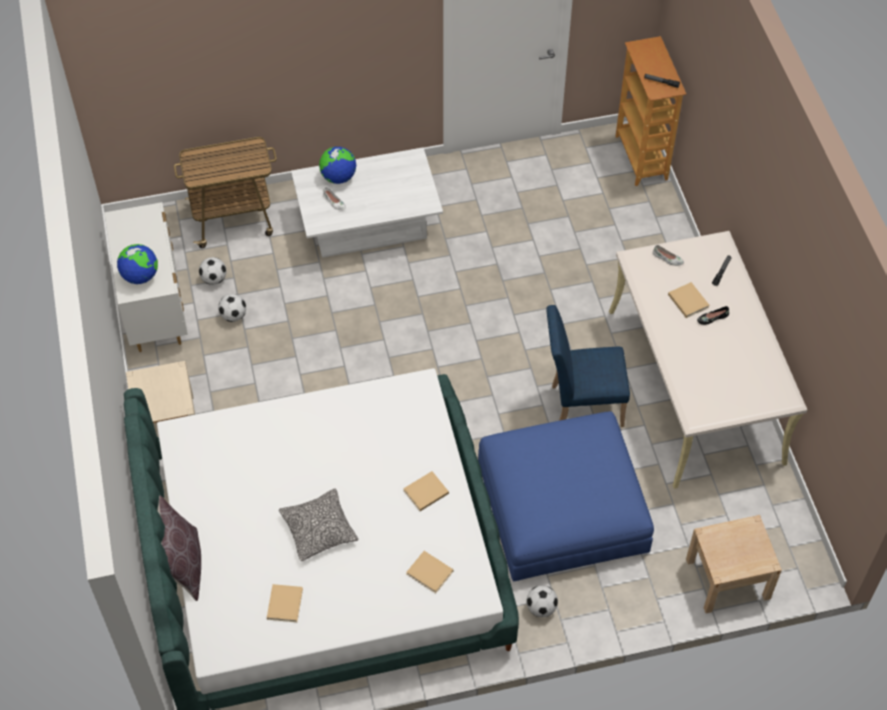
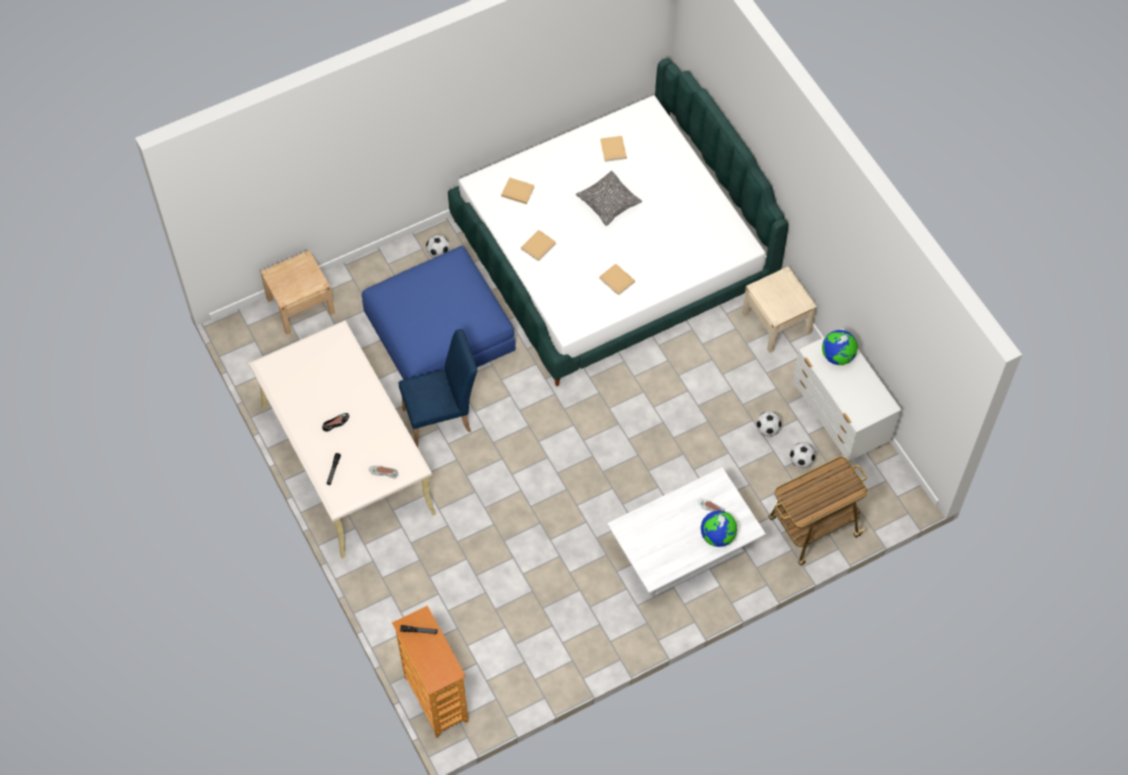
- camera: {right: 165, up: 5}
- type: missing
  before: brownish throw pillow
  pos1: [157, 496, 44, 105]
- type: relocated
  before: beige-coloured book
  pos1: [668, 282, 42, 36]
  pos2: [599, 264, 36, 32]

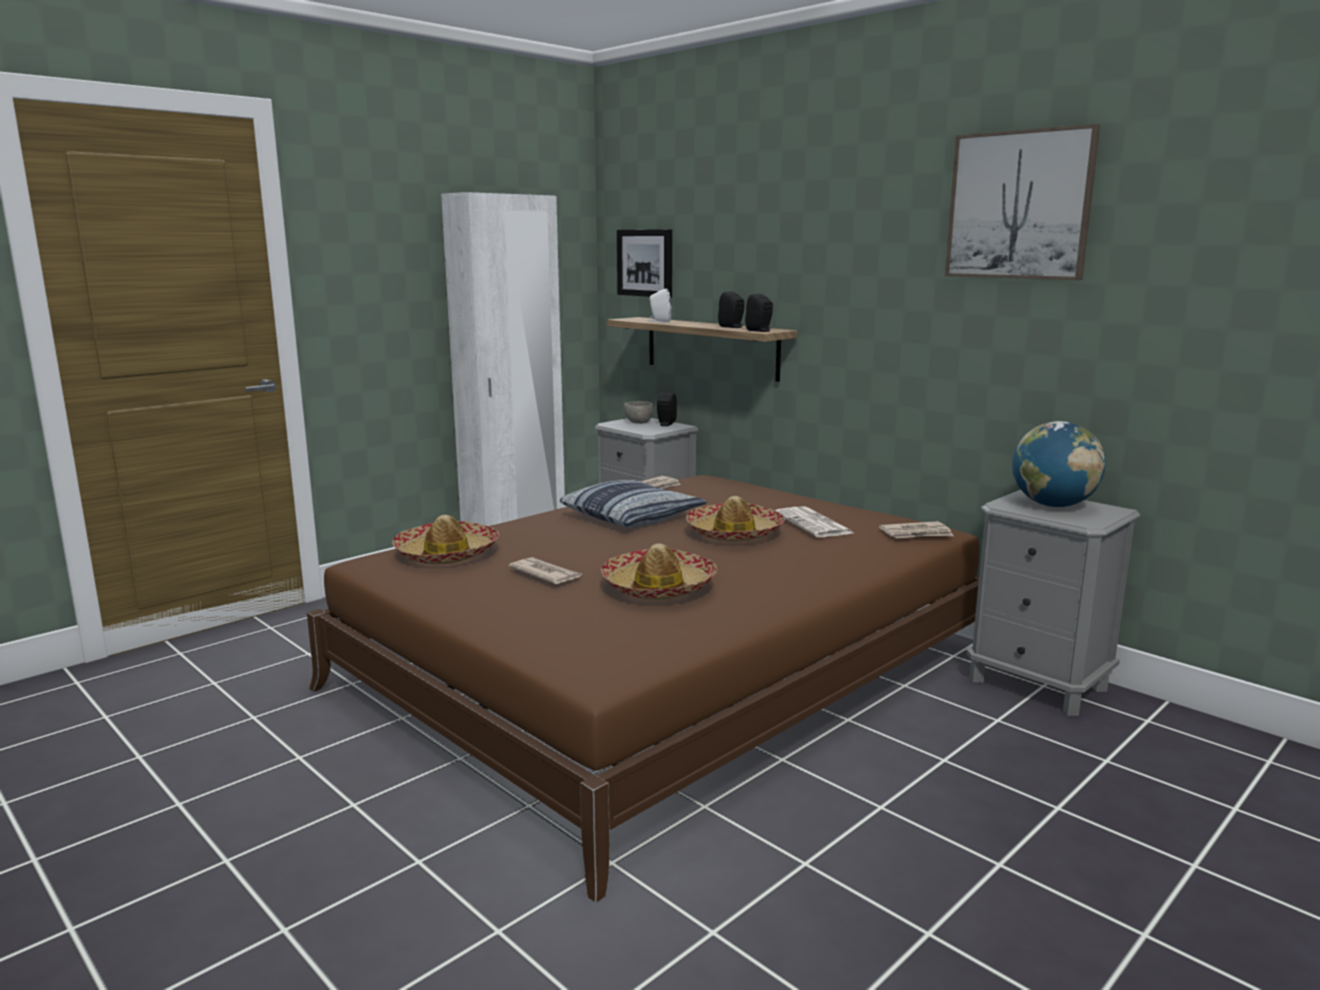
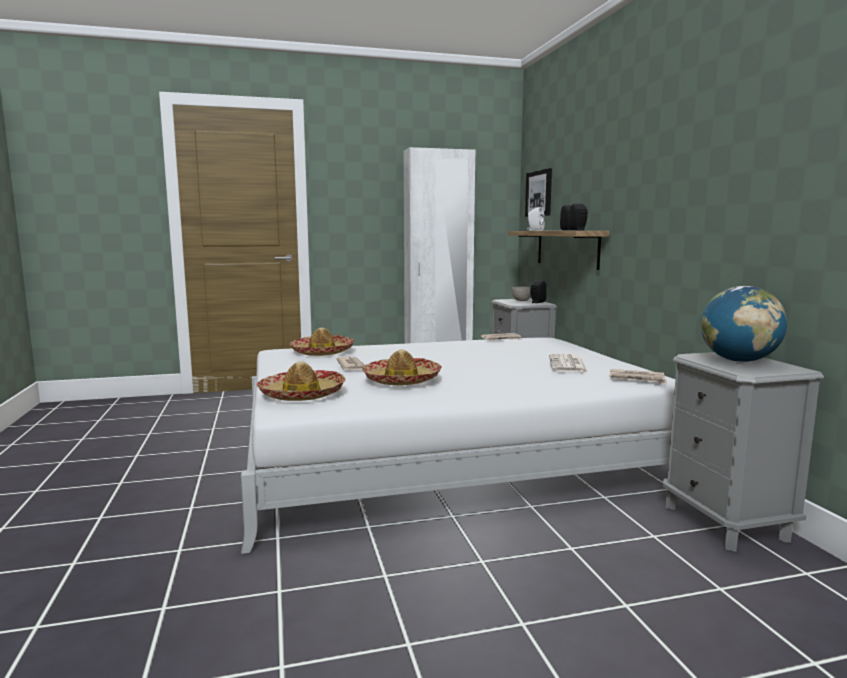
- camera: {right: 30, up: -5}
- type: colour
  before: brownish bedroom bed
  after: white bedroom bed
  pos1: [307, 475, 673, 428]
  pos2: [241, 337, 434, 217]
- type: missing
  before: throw pillow
  pos1: [560, 480, 147, 47]
- type: relocated
  before: hat
  pos1: [686, 496, 99, 46]
  pos2: [257, 361, 88, 40]
- type: missing
  before: wall art
  pos1: [945, 124, 155, 156]

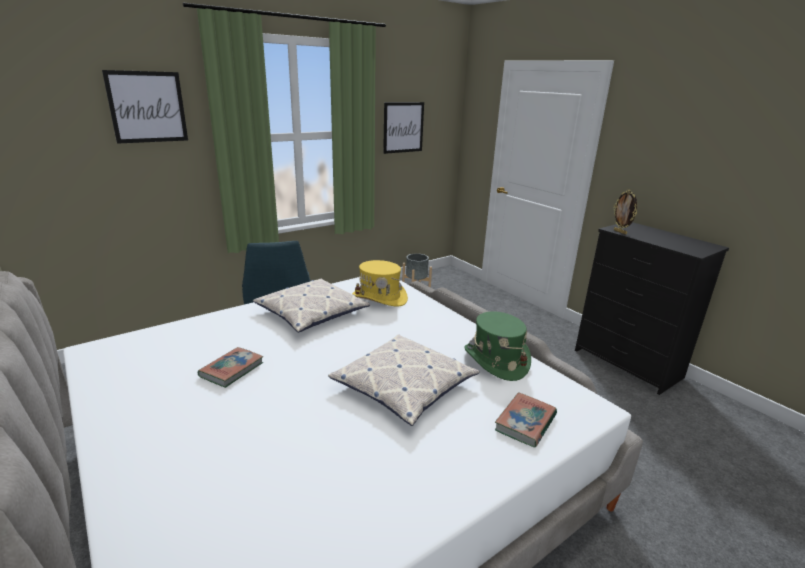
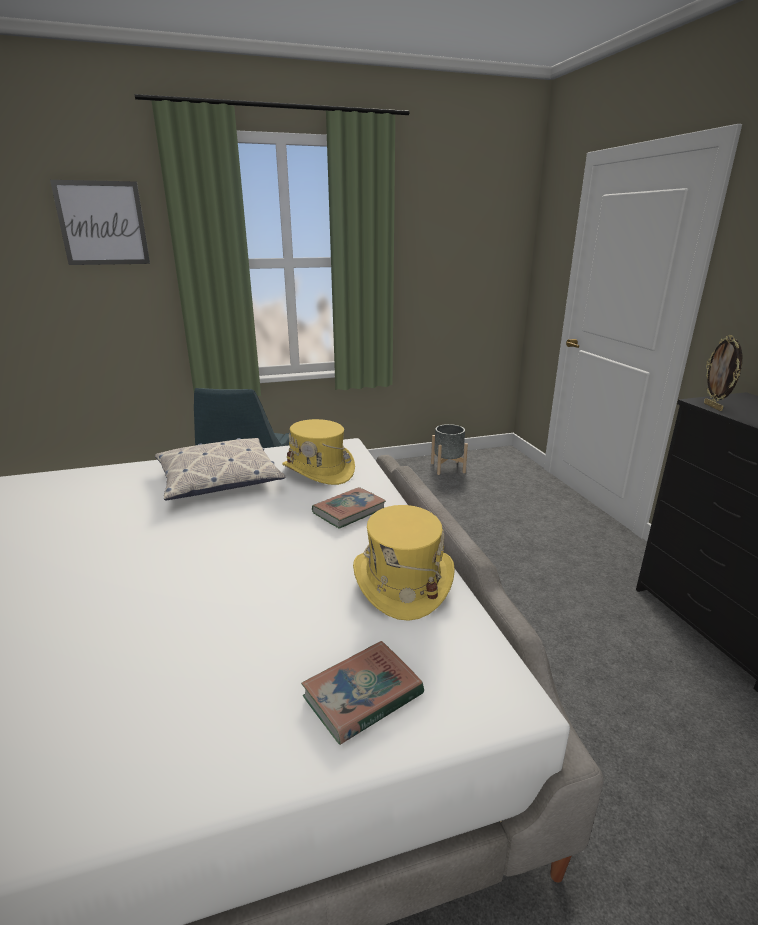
- camera: {right: 20, up: 0}
- type: relocated
  before: book
  pos1: [198, 347, 65, 41]
  pos2: [312, 487, 74, 42]
- type: missing
  before: throw pillow
  pos1: [328, 335, 152, 91]
- type: missing
  before: wall art
  pos1: [383, 102, 41, 52]
- type: colour
  before: green hat
  after: yellowish hat
  pos1: [464, 311, 67, 70]
  pos2: [353, 505, 102, 116]

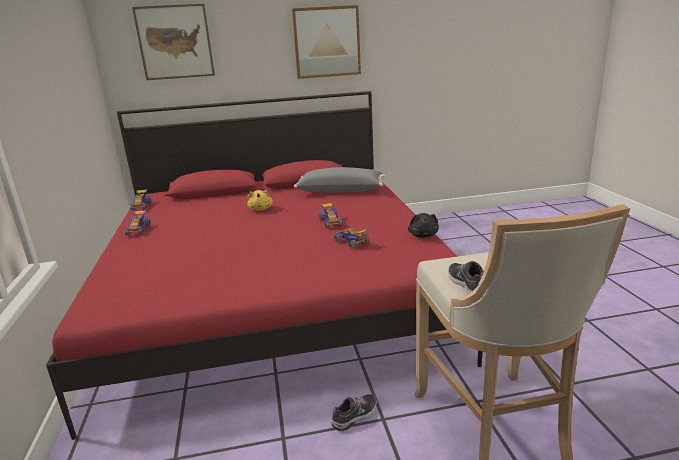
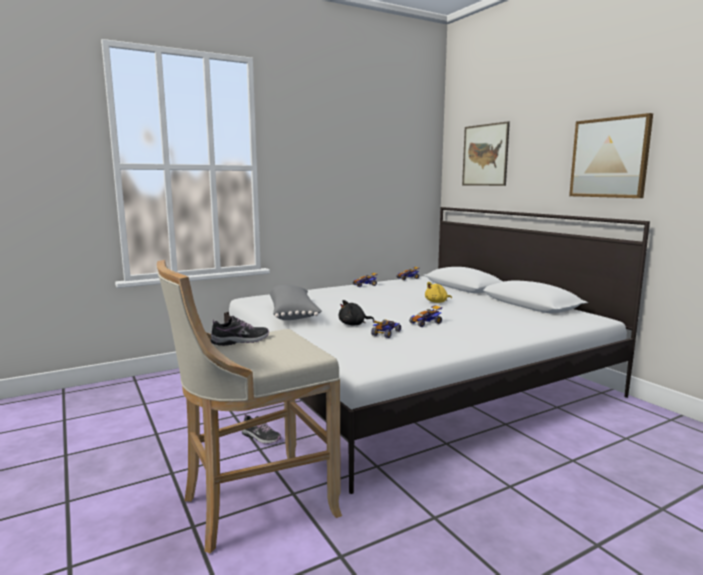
- camera: {right: 70, up: -10}
- type: colour
  before: red bedroom bed
  after: white bedroom bed
  pos1: [46, 91, 437, 349]
  pos2: [224, 207, 426, 287]
- type: relocated
  before: grey throw pillow
  pos1: [294, 167, 91, 26]
  pos2: [269, 285, 53, 35]
- type: relocated
  before: black-coloured plush toy
  pos1: [408, 213, 31, 25]
  pos2: [339, 300, 35, 25]

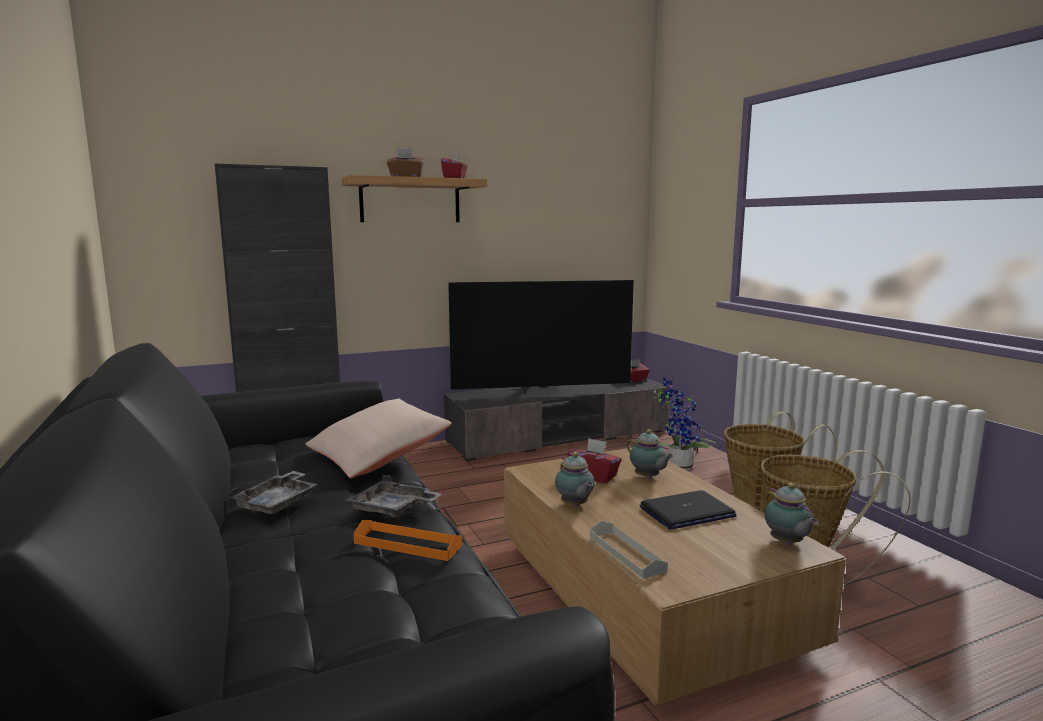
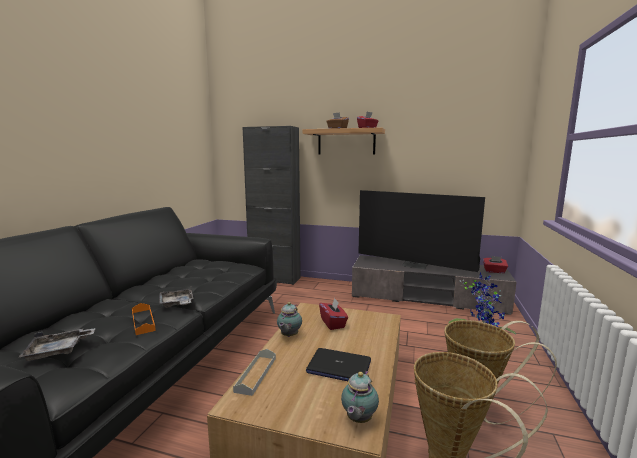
- camera: {right: 40, up: 0}
- type: relocated
  before: grey tray
  pos1: [229, 471, 89, 43]
  pos2: [19, 328, 77, 33]
- type: missing
  before: beige-coloured throw pillow
  pos1: [306, 398, 146, 80]
- type: missing
  before: teapot
  pos1: [626, 429, 48, 49]

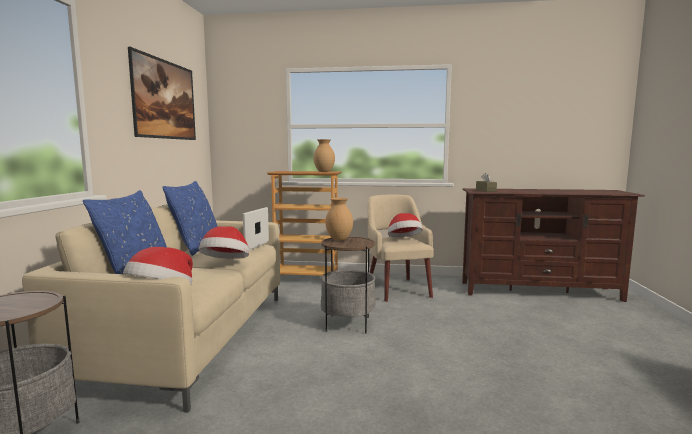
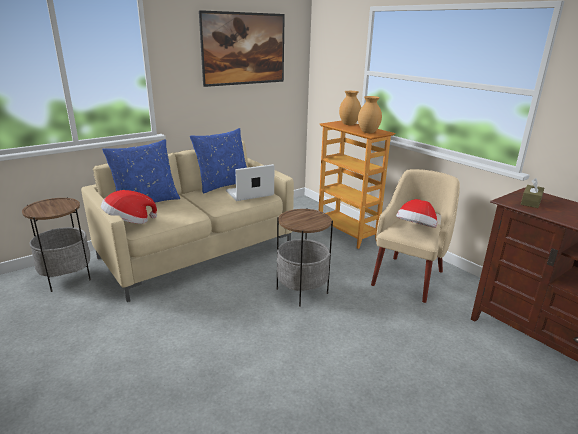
- camera: {right: 45, up: 15}
- type: missing
  before: hat
  pos1: [199, 226, 50, 33]
- type: relocated
  before: brownish flower vase
  pos1: [325, 198, 28, 42]
  pos2: [339, 91, 22, 34]

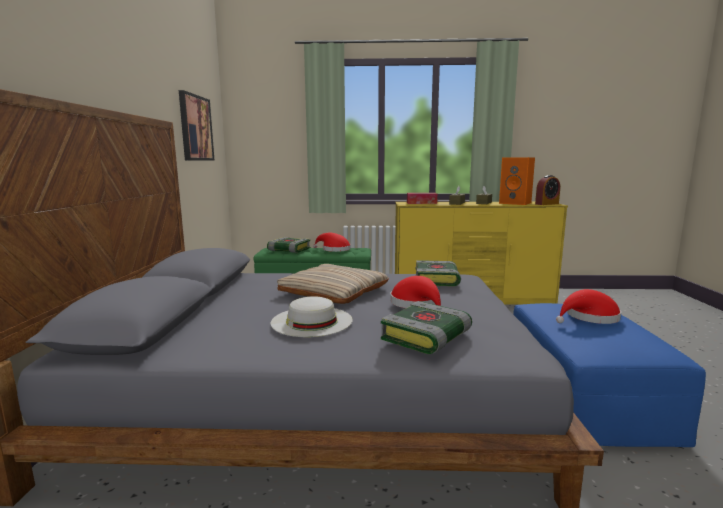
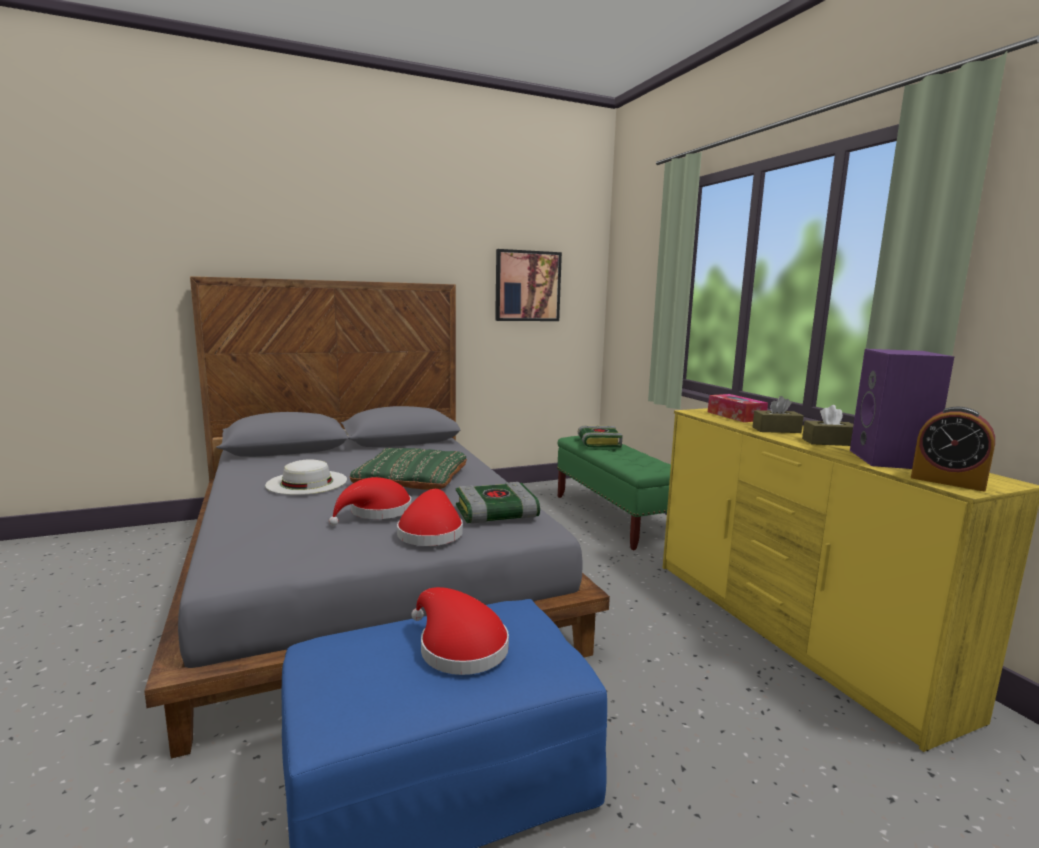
- camera: {right: 65, up: 0}
- type: colour
  before: beige-coloured throw pillow
  after: green throw pillow
  pos1: [277, 264, 112, 40]
  pos2: [350, 448, 117, 42]
- type: relocated
  before: red hat
  pos1: [313, 233, 37, 19]
  pos2: [397, 489, 66, 57]
- type: missing
  before: book
  pos1: [381, 301, 91, 53]
- type: colour
  before: orangey loudspeaker
  after: purple loudspeaker
  pos1: [499, 157, 36, 48]
  pos2: [850, 349, 104, 120]

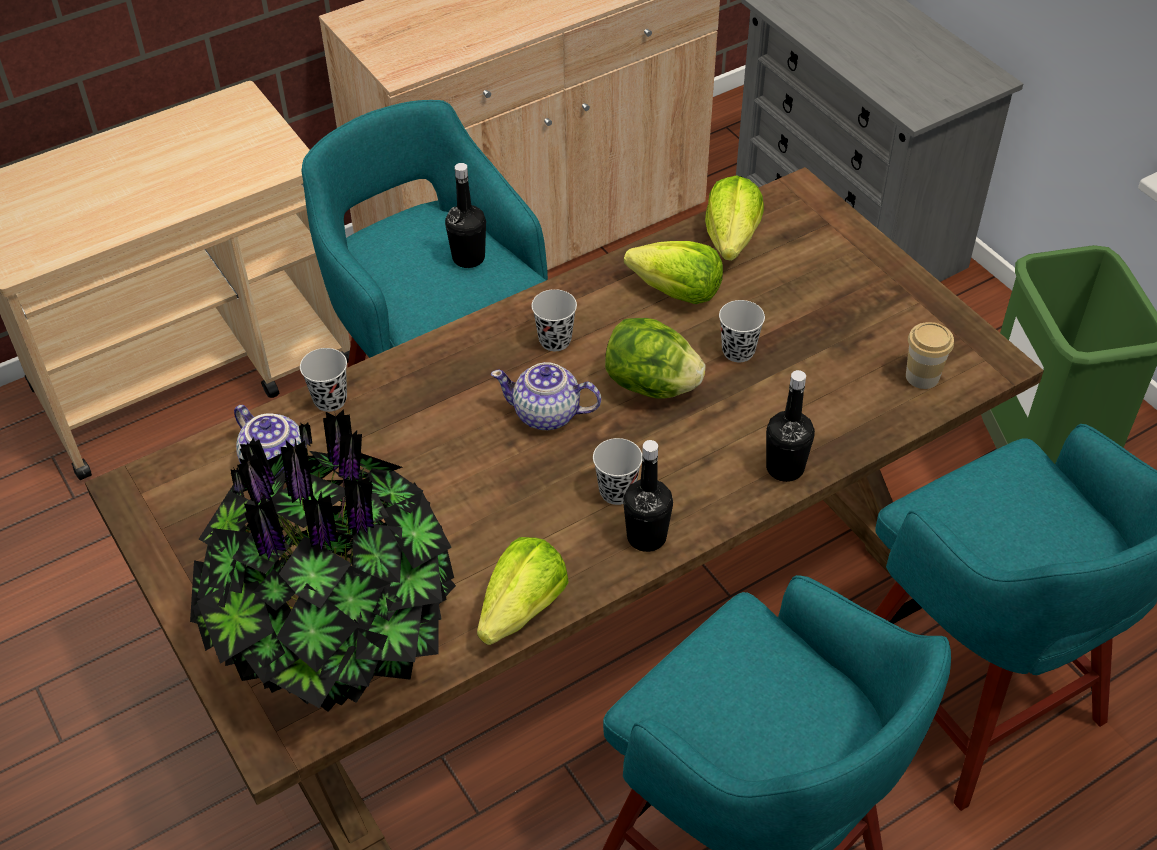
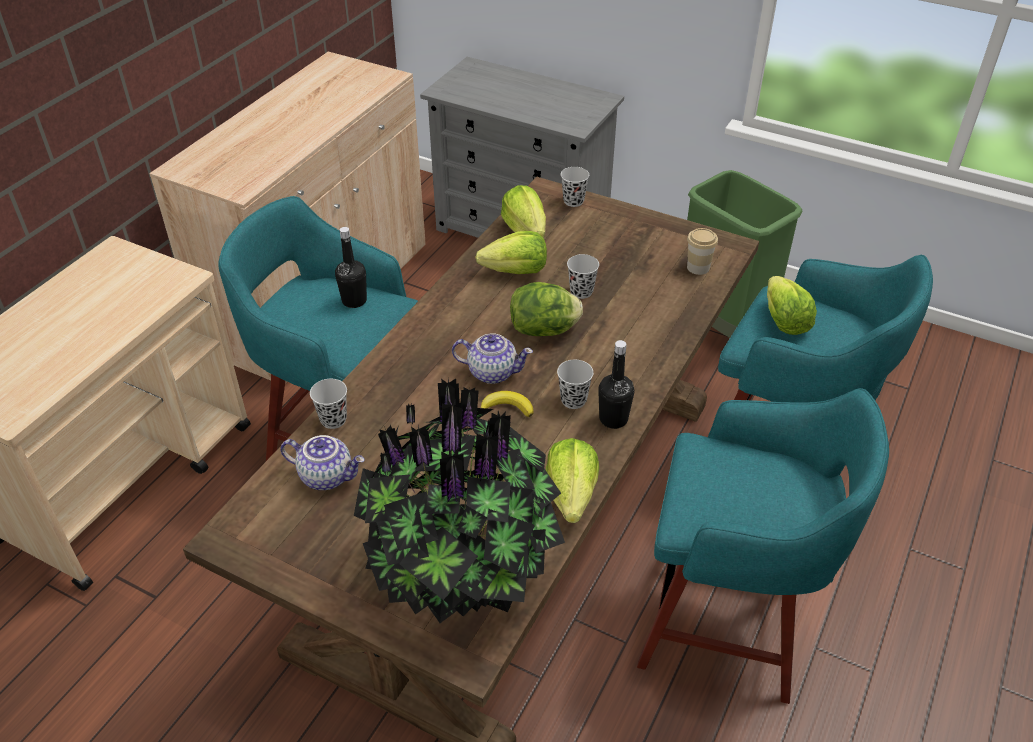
- camera: {right: -30, up: -5}
- type: spun
  before: teapot
  pos1: [491, 362, 110, 68]
  pos2: [452, 333, 81, 51]
  turn: -150
- type: relocated
  before: black-coloured cup
  pos1: [532, 289, 45, 62]
  pos2: [561, 167, 28, 40]
- type: missing
  before: black-coloured drink bottle
  pos1: [766, 370, 49, 112]
- type: appeared
  after: whole banana
  pos2: [481, 391, 52, 26]
- type: appeared
  after: head of lettuce
  pos2: [767, 276, 50, 59]

